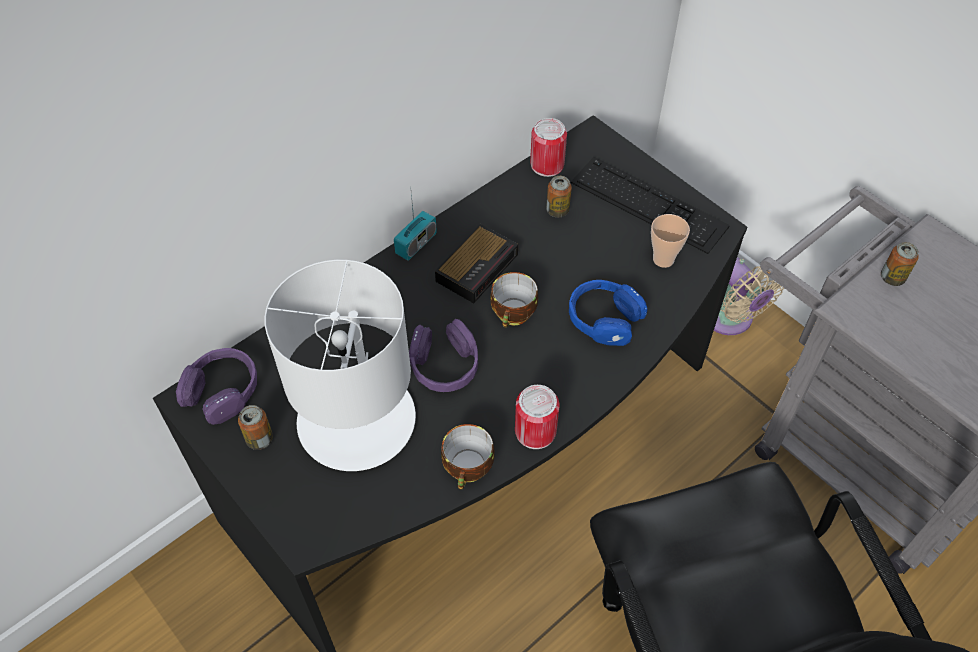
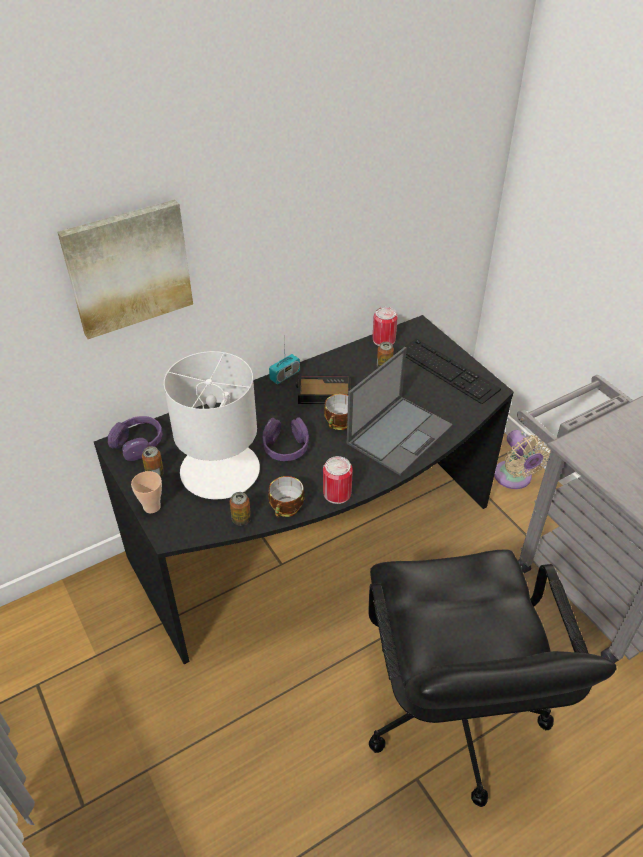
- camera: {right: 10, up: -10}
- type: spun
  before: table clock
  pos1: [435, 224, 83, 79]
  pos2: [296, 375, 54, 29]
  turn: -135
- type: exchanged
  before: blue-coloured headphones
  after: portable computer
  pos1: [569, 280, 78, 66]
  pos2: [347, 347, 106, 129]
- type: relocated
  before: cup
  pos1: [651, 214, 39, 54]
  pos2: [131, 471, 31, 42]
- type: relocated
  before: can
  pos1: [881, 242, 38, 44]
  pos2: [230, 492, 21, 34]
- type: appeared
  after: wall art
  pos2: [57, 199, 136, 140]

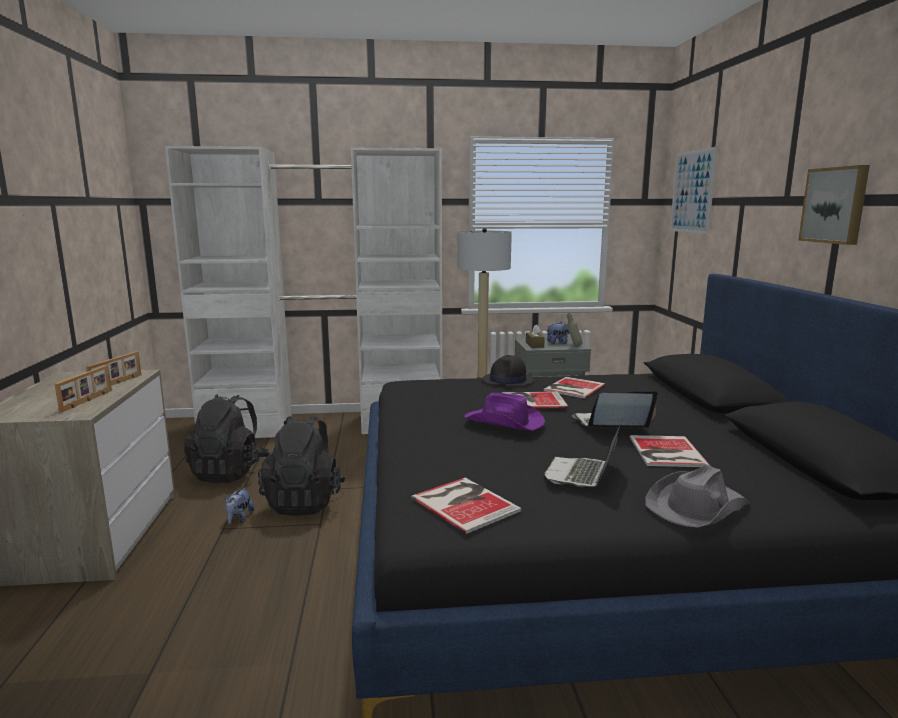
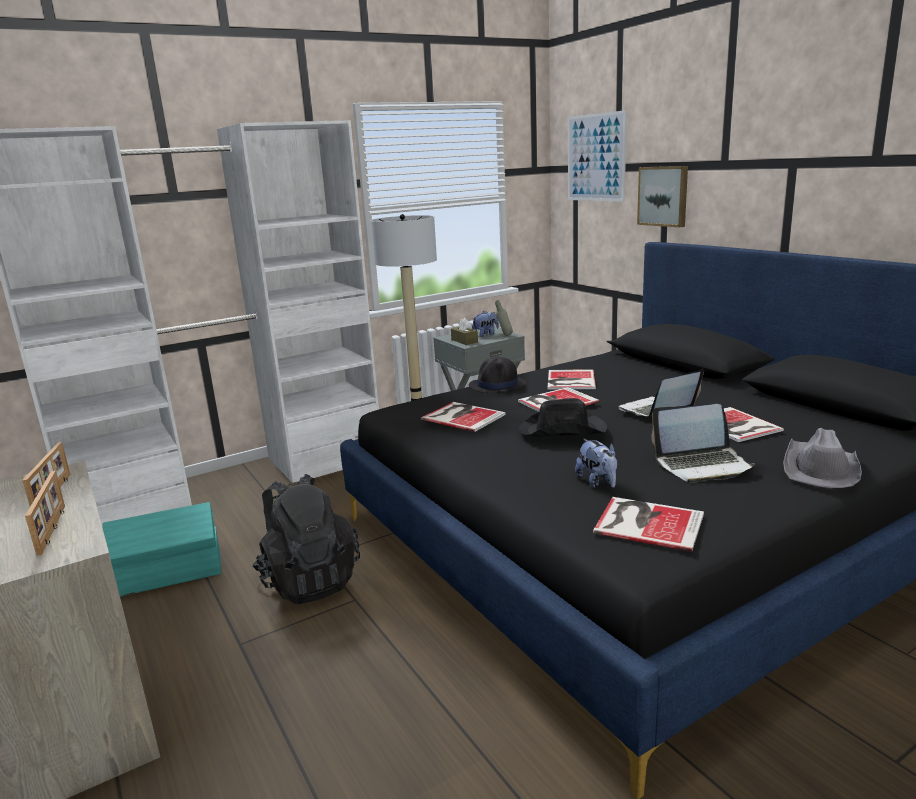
- camera: {right: -25, up: 5}
- type: exchanged
  before: black-coloured backpack
  after: blue-green storage bin
  pos1: [184, 394, 86, 89]
  pos2: [102, 502, 119, 95]
- type: relocated
  before: plush toy
  pos1: [225, 487, 29, 37]
  pos2: [575, 439, 42, 49]
- type: colour
  before: purple hat
  after: black-coloured hat
  pos1: [464, 393, 81, 38]
  pos2: [518, 398, 89, 38]
- type: spun
  before: portable computer
  pos1: [544, 419, 79, 68]
  pos2: [651, 404, 104, 79]
  turn: -90
- type: relocated
  before: wall art
  pos1: [798, 165, 72, 80]
  pos2: [637, 166, 51, 61]
- type: appeared
  after: book
  pos2: [421, 402, 85, 30]

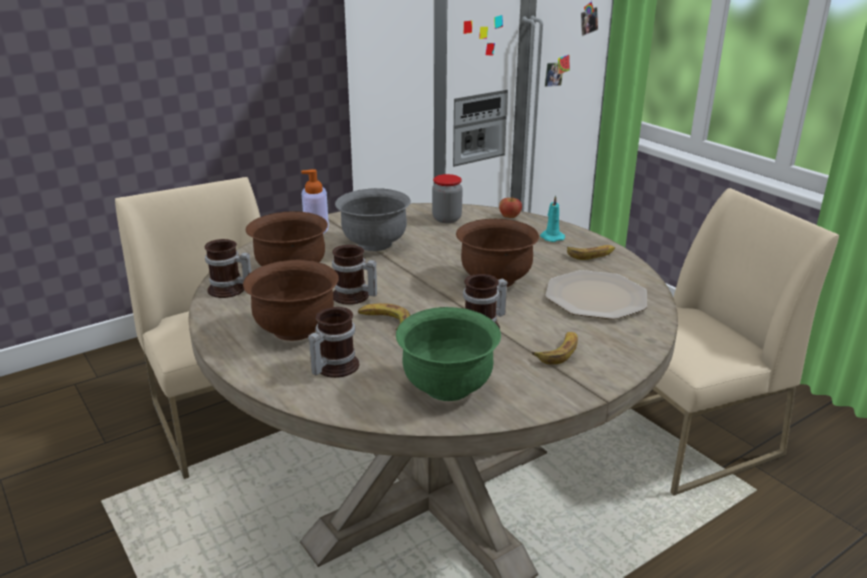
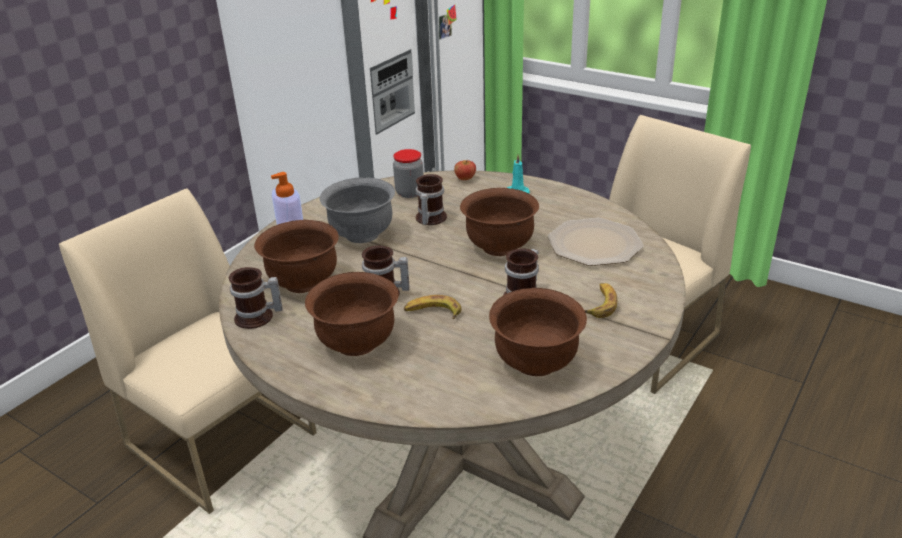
- camera: {right: -20, up: 5}
- type: relocated
  before: mug
  pos1: [308, 307, 51, 71]
  pos2: [416, 174, 31, 51]
- type: colour
  before: green serving bowl
  after: brownish serving bowl
  pos1: [396, 307, 105, 94]
  pos2: [489, 288, 98, 88]
- type: missing
  before: whole banana
  pos1: [567, 245, 48, 15]

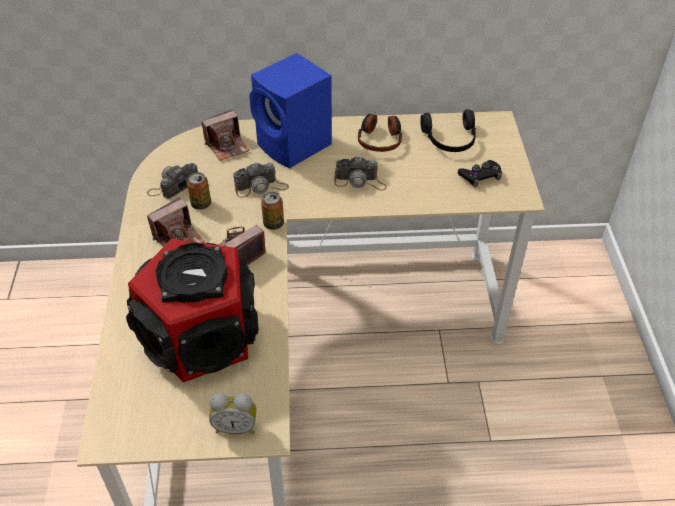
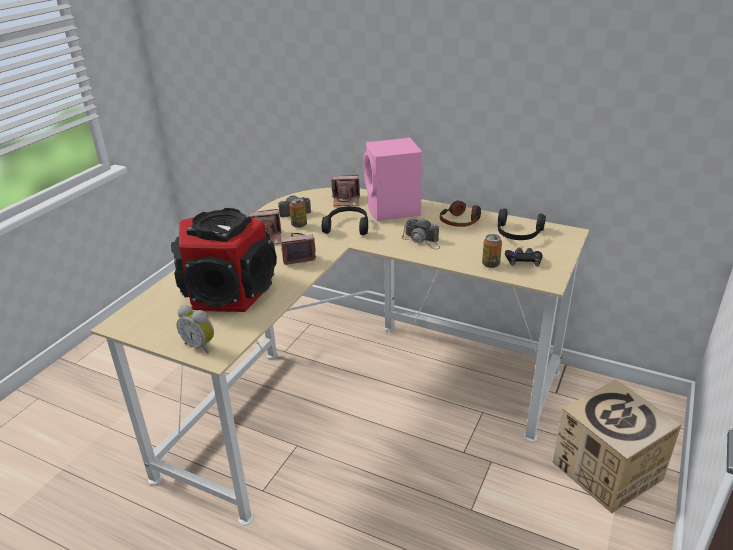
- camera: {right: 30, up: -15}
- type: exchanged
  before: photo camera
  after: black-coloured headphones
  pos1: [233, 163, 56, 35]
  pos2: [322, 206, 46, 29]
- type: colour
  before: blue-coloured loudspeaker
  after: pink loudspeaker
  pos1: [249, 53, 83, 116]
  pos2: [363, 138, 59, 83]
- type: relocated
  before: can
  pos1: [261, 192, 23, 38]
  pos2: [482, 234, 20, 34]
- type: appeared
  after: carton
  pos2: [552, 379, 130, 134]

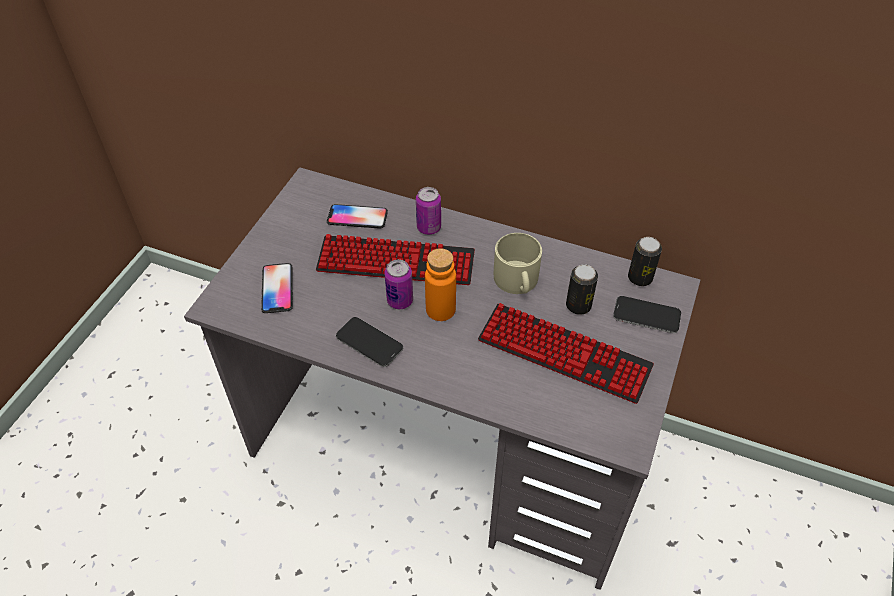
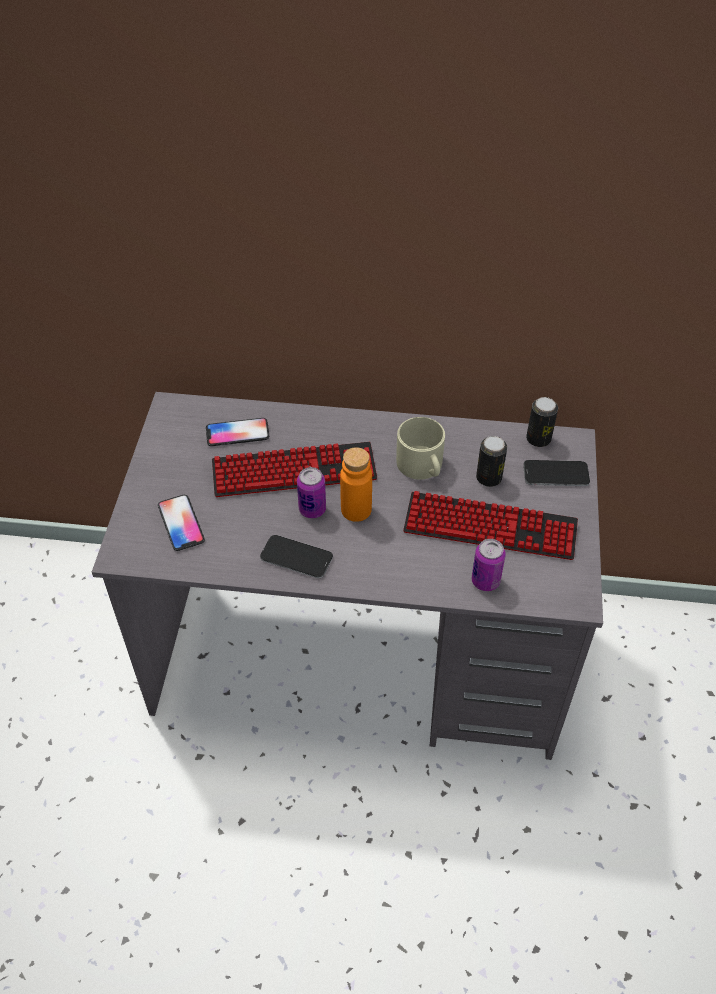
- camera: {right: -15, up: 0}
- type: relocated
  before: can
  pos1: [416, 187, 25, 48]
  pos2: [472, 539, 34, 52]

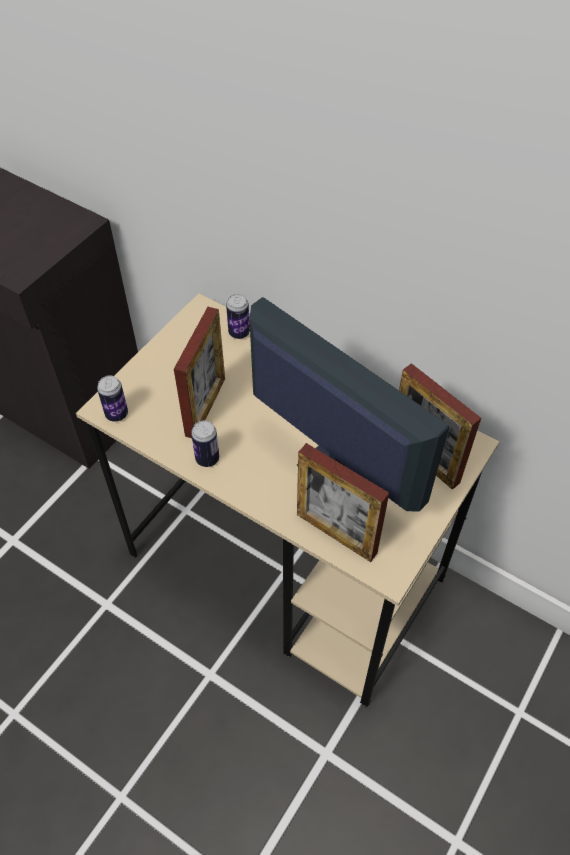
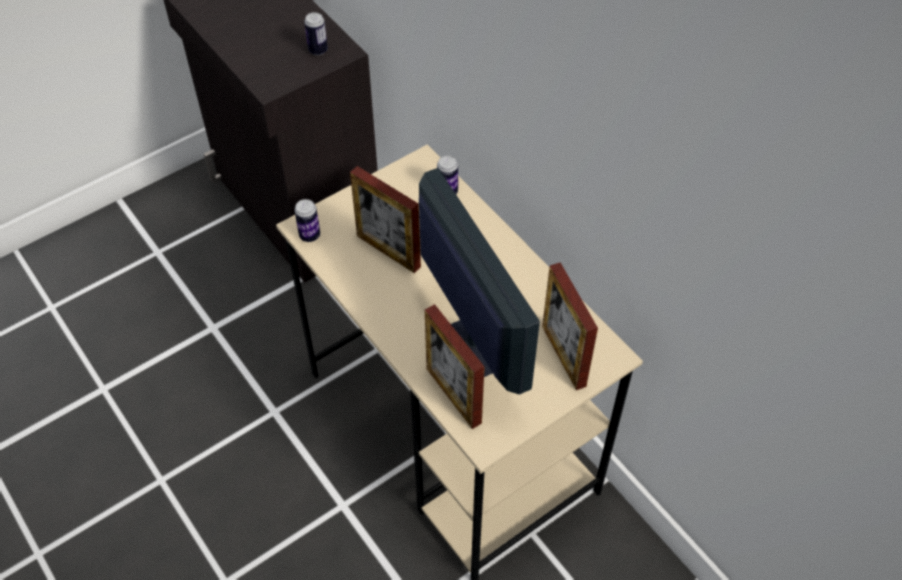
- camera: {right: 20, up: 0}
- type: spun
  before: picture frame
  pos1: [174, 307, 51, 131]
  pos2: [350, 166, 71, 107]
  turn: 90
- type: relocated
  before: can
  pos1: [191, 420, 28, 47]
  pos2: [304, 12, 24, 43]

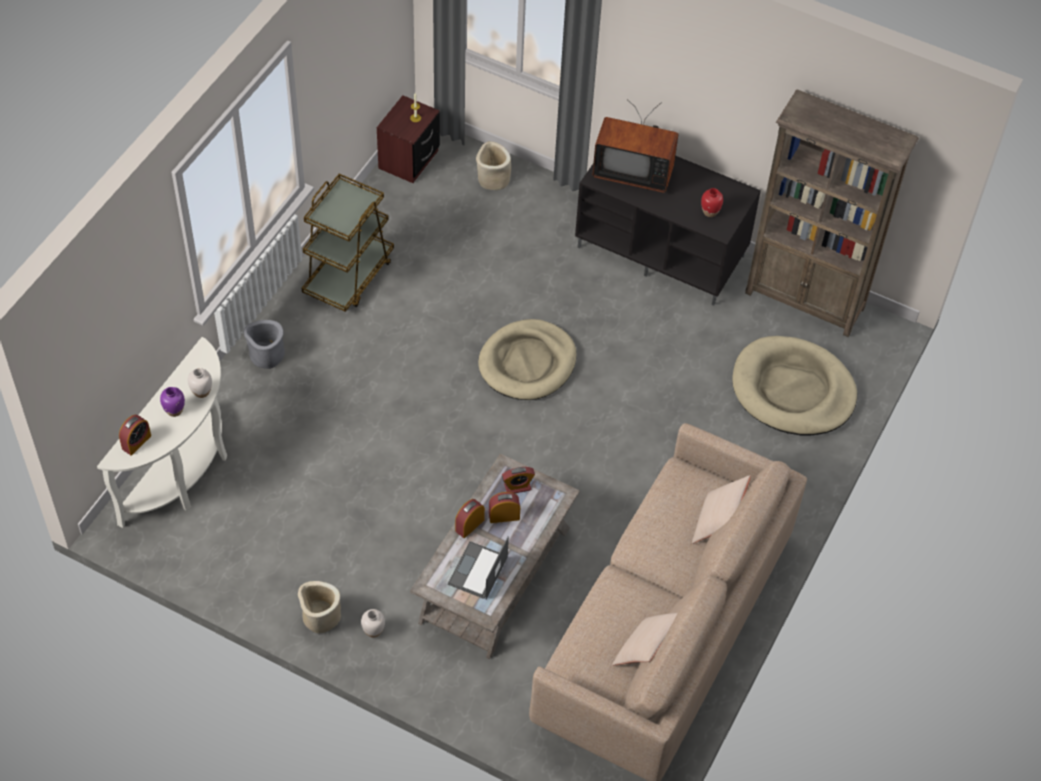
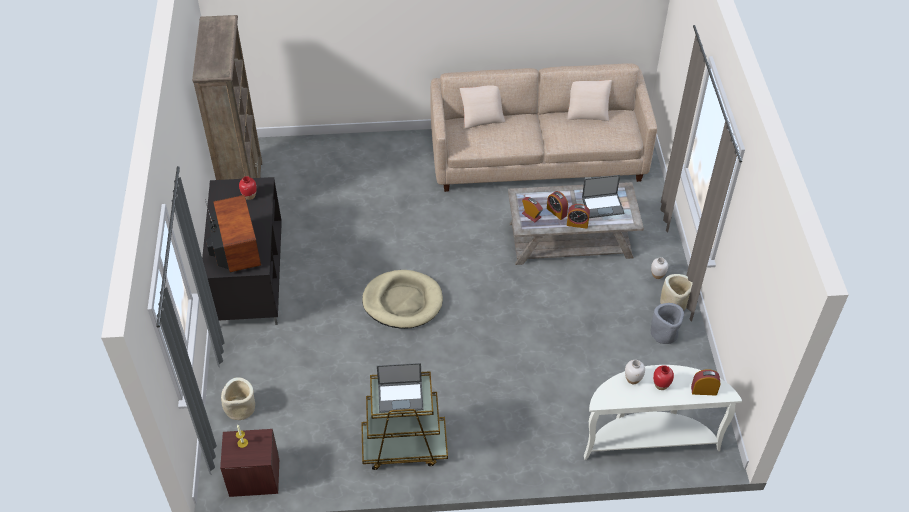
- camera: {right: -120, up: -5}
- type: colour
  before: purple flower vase
  after: red flower vase
  pos1: [160, 387, 25, 30]
  pos2: [653, 366, 21, 24]
- type: relocated
  before: grey plant pot
  pos1: [244, 320, 41, 49]
  pos2: [651, 303, 33, 41]
- type: missing
  before: beige-coloured dog cushion
  pos1: [732, 336, 125, 100]
- type: appeared
  after: portable computer
  pos2: [377, 363, 47, 50]

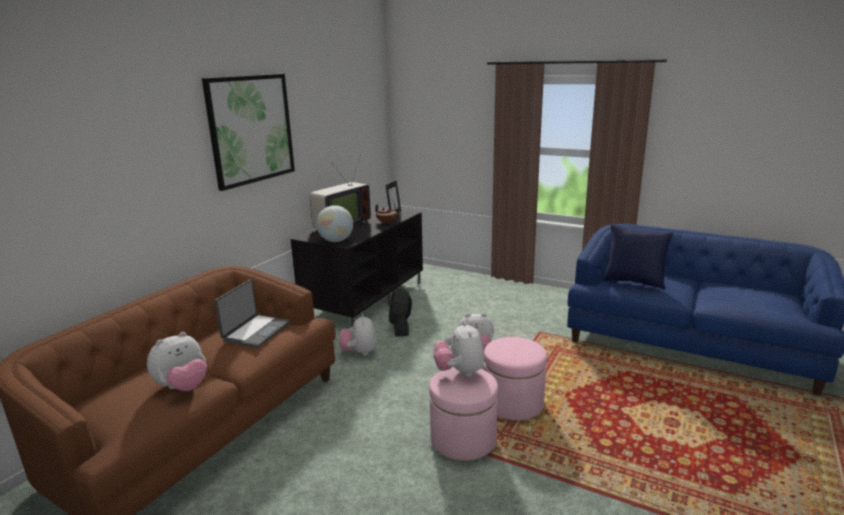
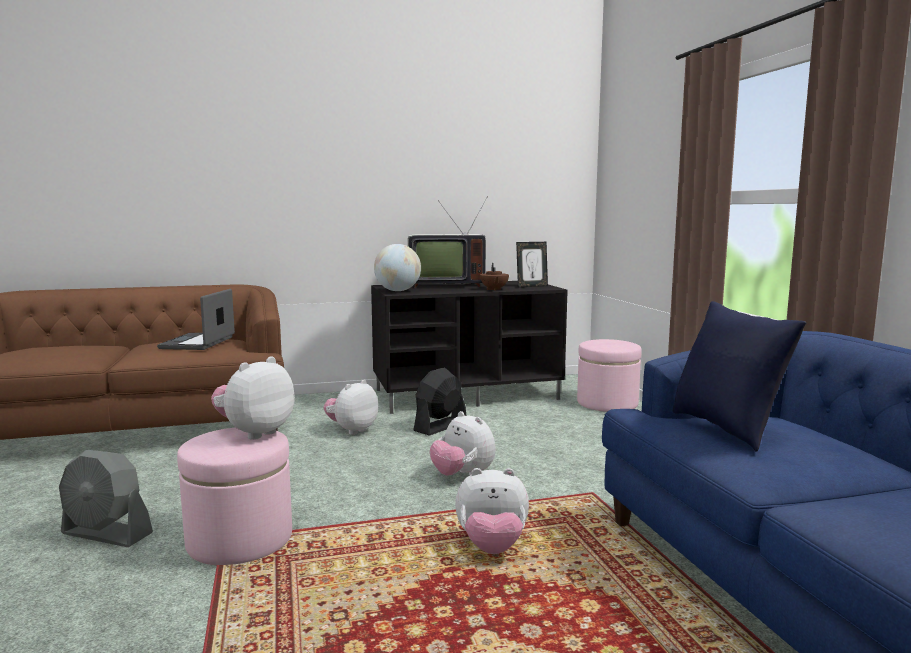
- camera: {right: 45, up: -10}
- type: relocated
  before: plush toy
  pos1: [147, 332, 60, 59]
  pos2: [455, 468, 74, 86]
- type: missing
  before: wall art
  pos1: [202, 74, 93, 117]
- type: spun
  before: portable computer
  pos1: [215, 279, 75, 69]
  pos2: [157, 289, 78, 61]
  turn: 120
- type: relocated
  before: pink pouffe
  pos1: [484, 337, 63, 84]
  pos2: [577, 339, 65, 73]
- type: appeared
  after: grey electric fan
  pos2: [59, 450, 94, 97]

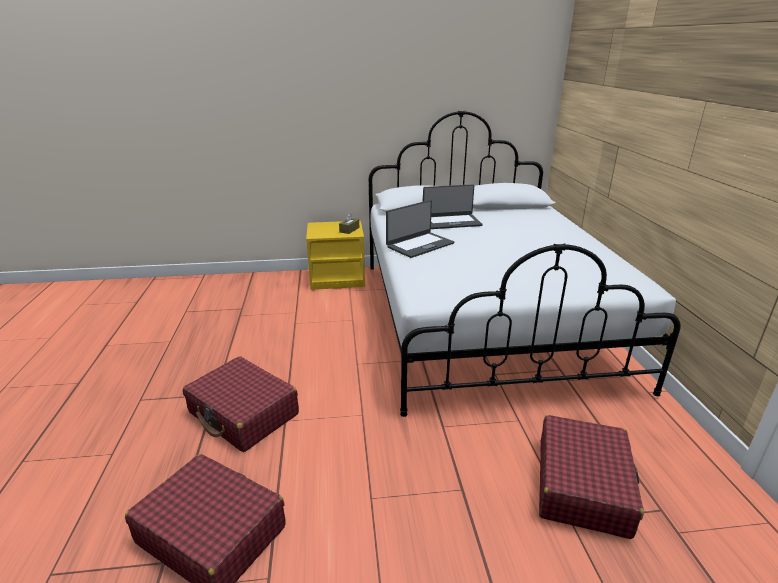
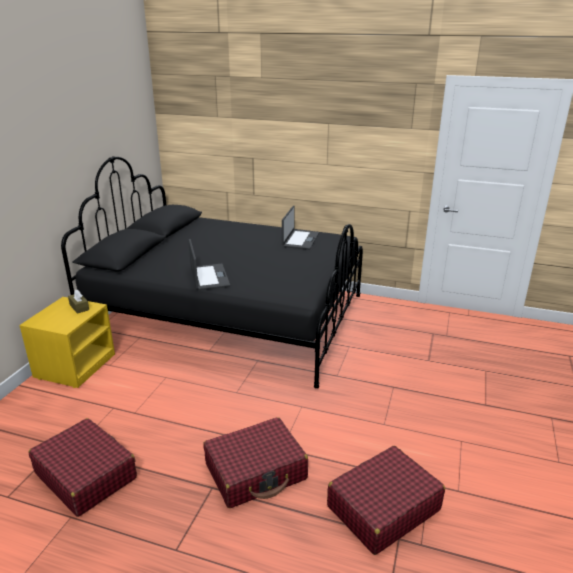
- camera: {right: -65, up: 0}
- type: colour
  before: white bedroom bed
  after: black-coloured bedroom bed
  pos1: [369, 111, 312, 306]
  pos2: [61, 156, 302, 233]
- type: relocated
  before: portable computer
  pos1: [423, 184, 59, 45]
  pos2: [282, 206, 37, 44]
- type: relocated
  before: red suitcase
  pos1: [539, 415, 105, 124]
  pos2: [29, 418, 108, 99]

